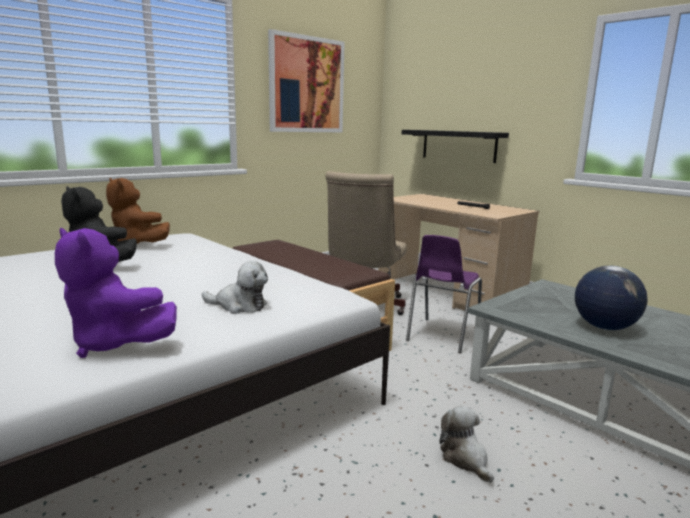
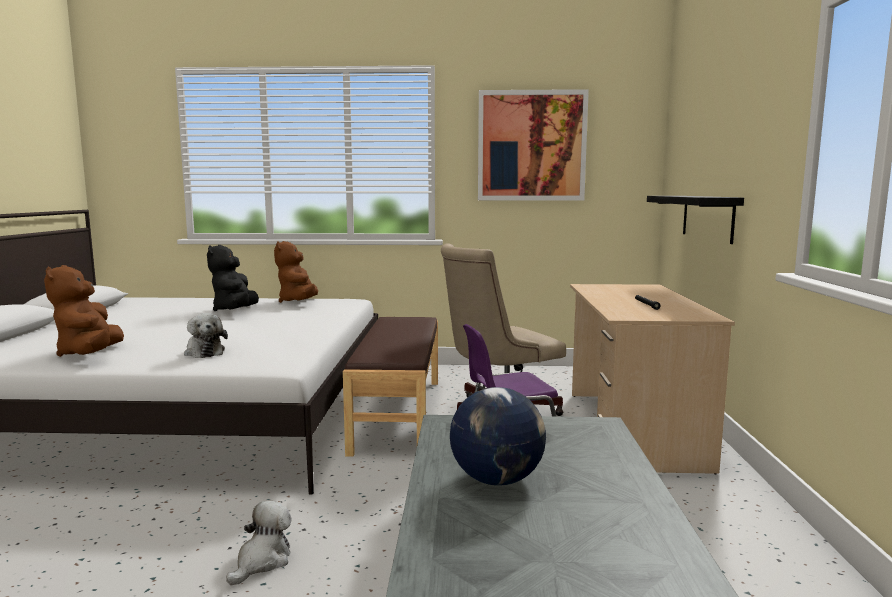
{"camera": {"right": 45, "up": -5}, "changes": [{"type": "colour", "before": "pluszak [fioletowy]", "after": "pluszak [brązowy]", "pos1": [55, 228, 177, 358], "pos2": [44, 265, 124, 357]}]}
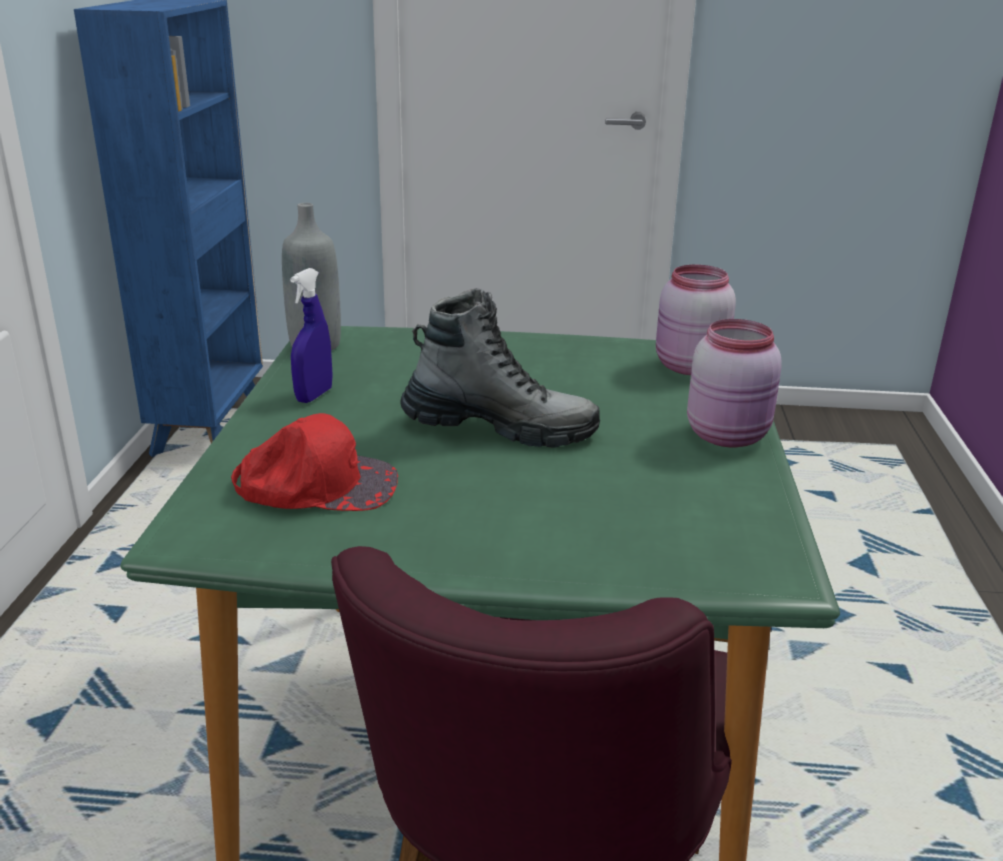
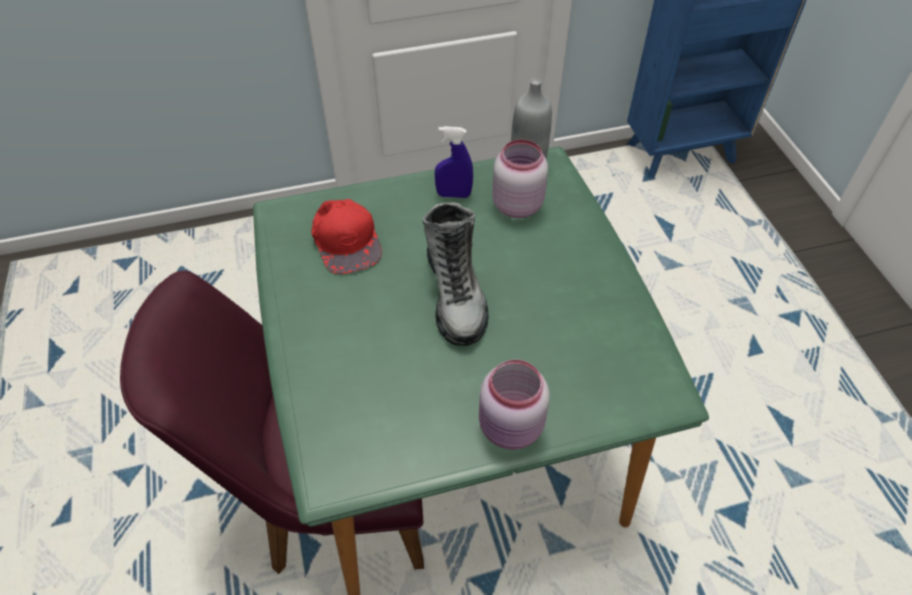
{"camera": {"right": 70, "up": 25}, "changes": [{"type": "relocated", "before": "słoik [różowy]", "pos1": [656, 265, 736, 375], "pos2": [492, 139, 548, 218]}]}
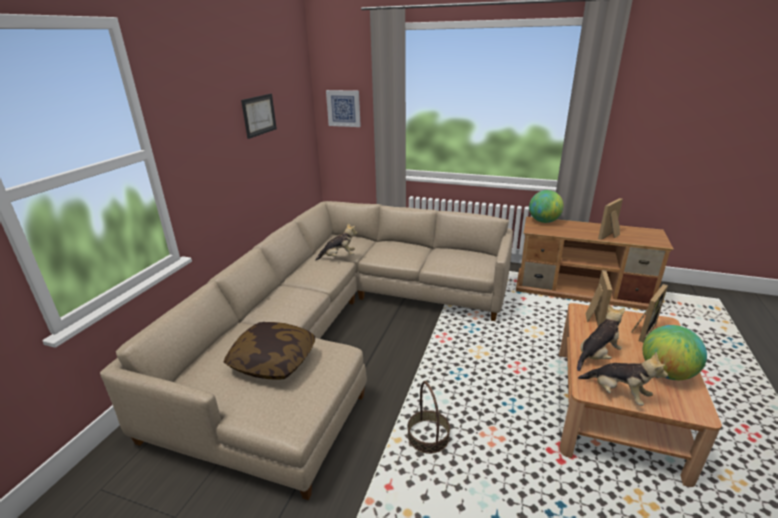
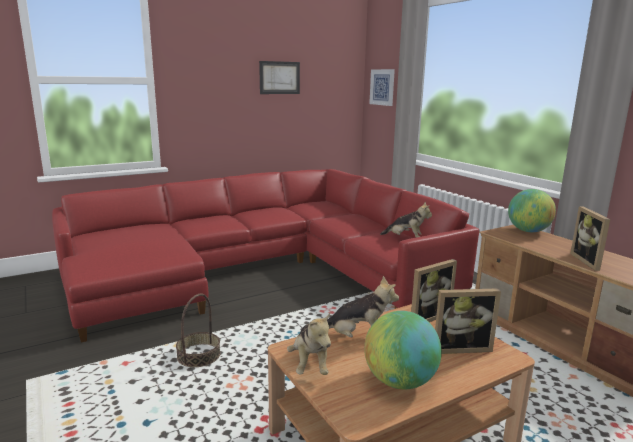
{"camera": {"right": 40, "up": -10}, "changes": [{"type": "missing", "before": "poduszka", "pos1": [224, 322, 315, 380]}, {"type": "relocated", "before": "pluszak", "pos1": [315, 223, 358, 261], "pos2": [380, 202, 432, 238]}, {"type": "colour", "before": "kanapa [beżowy]", "after": "kanapa [czerwony]", "pos1": [100, 201, 513, 500], "pos2": [52, 169, 480, 342]}, {"type": "spun", "before": "ramka na zdjęcie", "pos1": [598, 198, 623, 240], "pos2": [570, 206, 610, 271], "turn": -90}]}
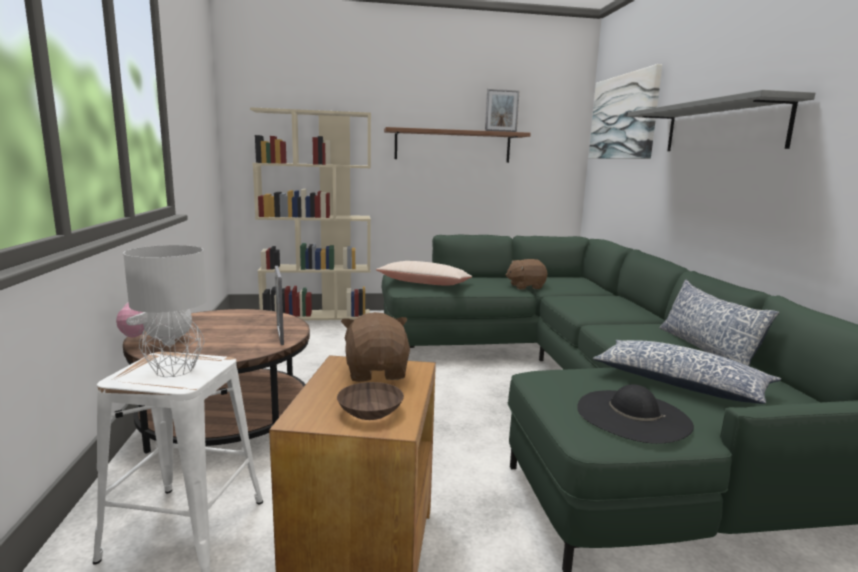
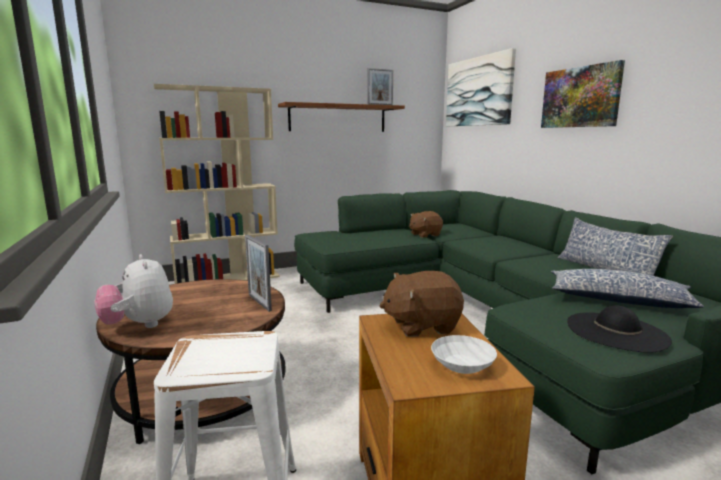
{"camera": {"right": -15, "up": 0}, "changes": [{"type": "missing", "before": "lampa stołowa [szary]", "pos1": [123, 245, 207, 377]}, {"type": "missing", "before": "poduszka [beżowy]", "pos1": [375, 261, 473, 285]}, {"type": "exchanged", "before": "półka [szary]", "after": "obraz", "pos1": [628, 90, 815, 151], "pos2": [541, 60, 625, 128]}, {"type": "colour", "before": "miska [brązowy]", "after": "miska [biały]", "pos1": [337, 382, 404, 420], "pos2": [431, 335, 497, 374]}, {"type": "spun", "before": "pluszak [brązowy]", "pos1": [341, 312, 410, 382], "pos2": [379, 271, 464, 337], "turn": -75}]}
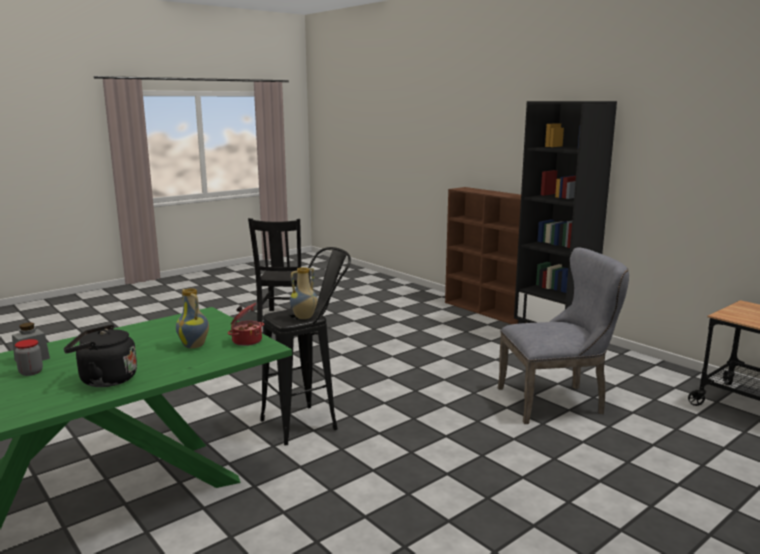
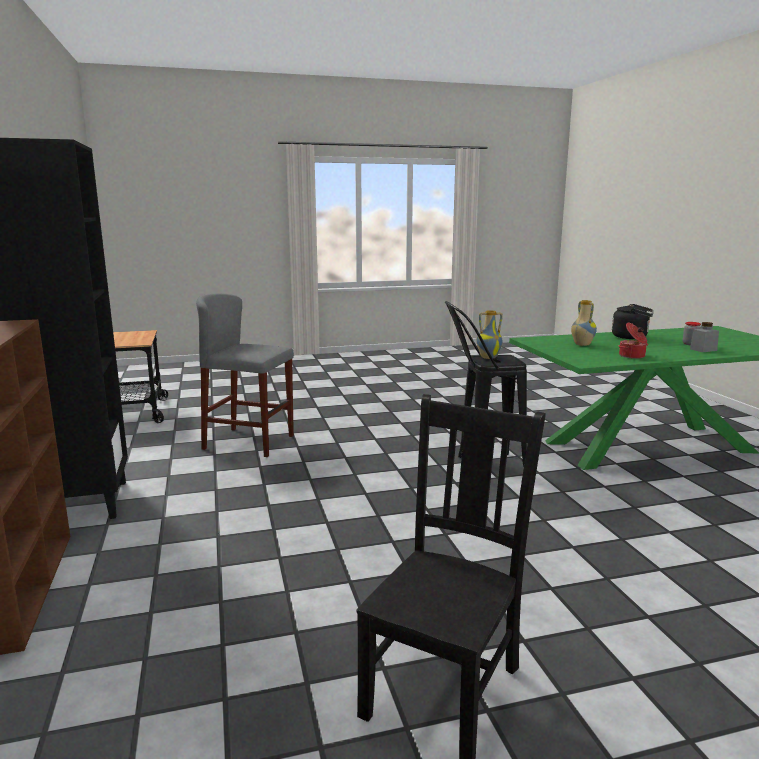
{"camera": {"right": -155, "up": 0}, "changes": [{"type": "relocated", "before": "garnek", "pos1": [228, 303, 264, 346], "pos2": [619, 322, 648, 359]}, {"type": "exchanged", "before": "krzesło [szary]", "after": "stołek [szary]", "pos1": [498, 247, 629, 424], "pos2": [196, 293, 294, 457]}]}
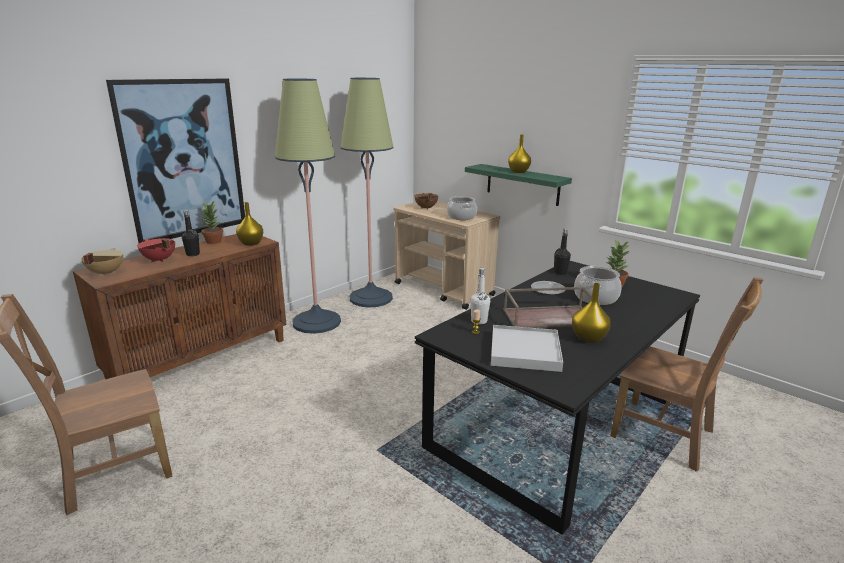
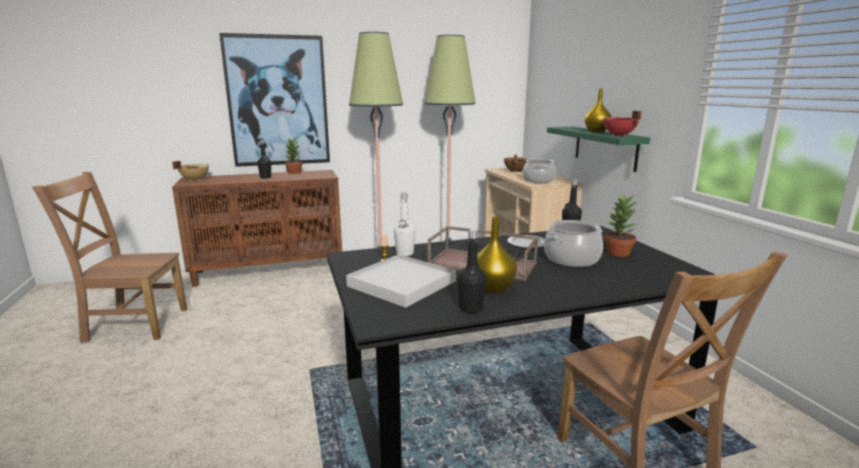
{"camera": {"right": 30, "up": -5}, "changes": [{"type": "missing", "before": "wazon [żółty]", "pos1": [236, 202, 263, 246]}, {"type": "appeared", "after": "butelka [czarny]", "pos2": [457, 229, 486, 313]}, {"type": "relocated", "before": "garnek [czerwony]", "pos1": [137, 238, 175, 262], "pos2": [604, 111, 642, 137]}]}
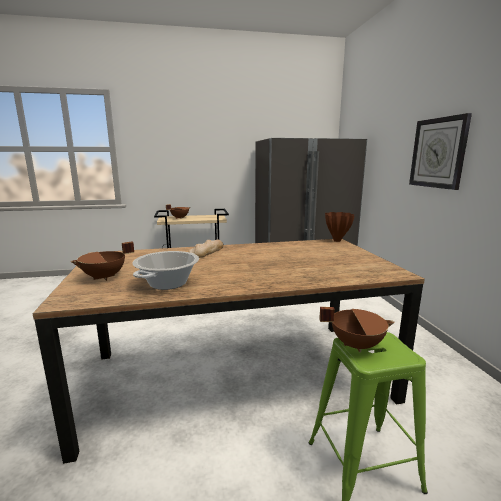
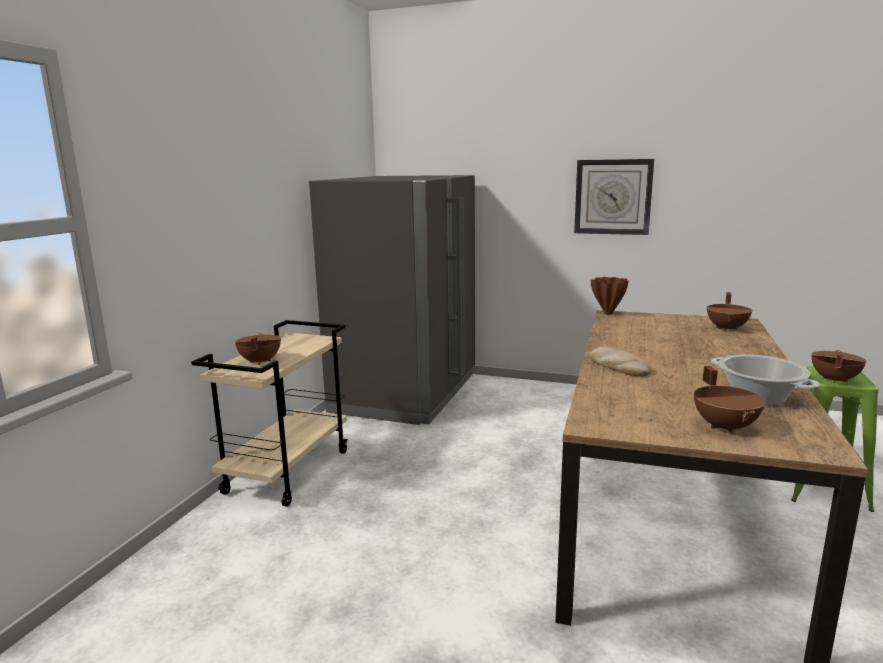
{"camera": {"right": -60, "up": 0}, "changes": [{"type": "appeared", "after": "garnek [brązowy]", "pos2": [707, 292, 753, 331]}]}
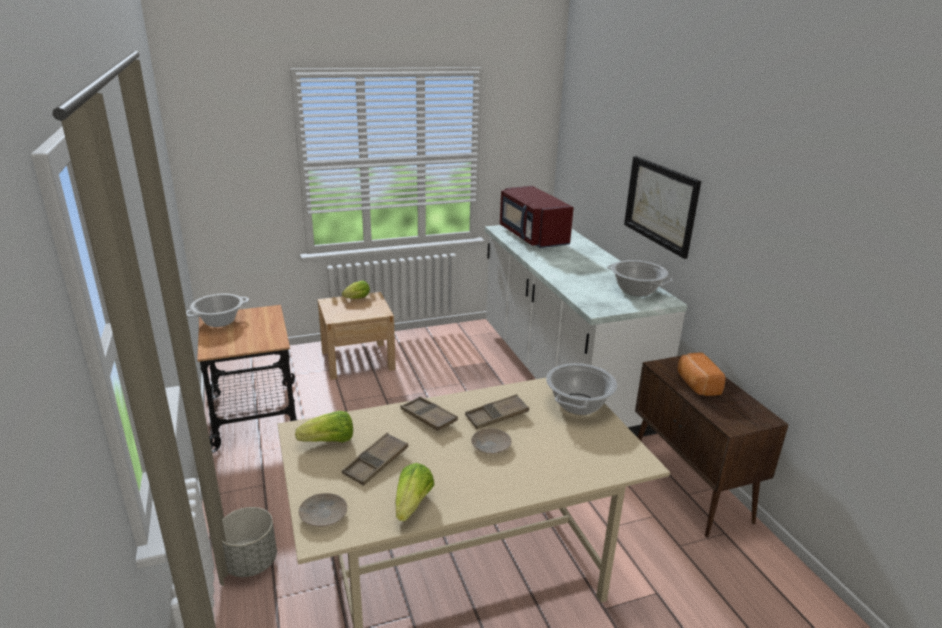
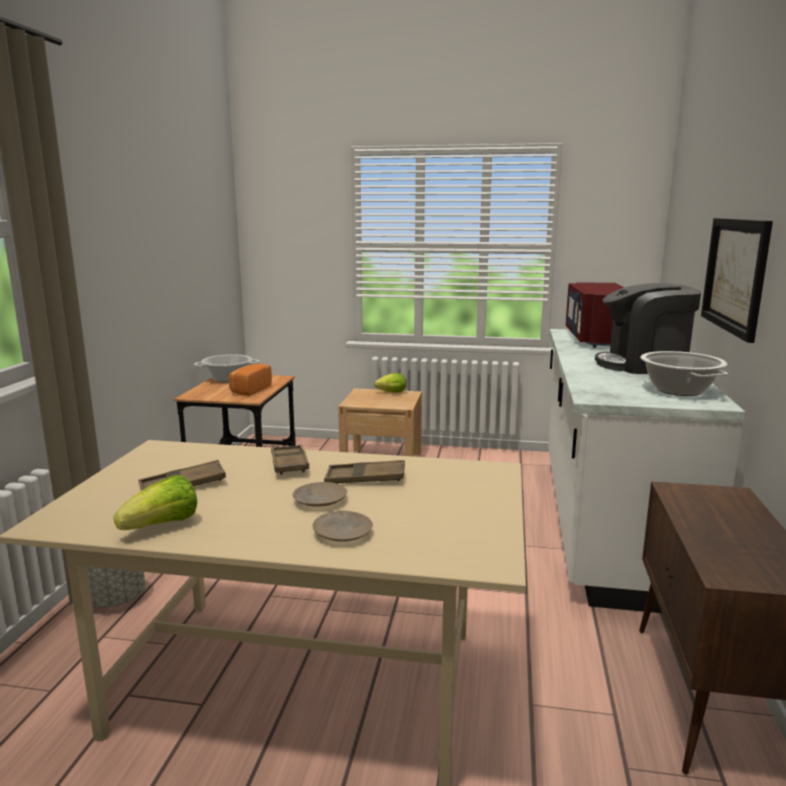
{"camera": {"right": 30, "up": -10}, "changes": [{"type": "missing", "before": "sałata", "pos1": [295, 411, 353, 442]}, {"type": "missing", "before": "garnek", "pos1": [546, 363, 617, 415]}, {"type": "appeared", "after": "ekspres do kawy", "pos2": [595, 283, 701, 374]}, {"type": "relocated", "before": "talerz [beżowy]", "pos1": [299, 493, 347, 527], "pos2": [313, 511, 373, 542]}, {"type": "relocated", "before": "chleb", "pos1": [678, 353, 726, 396], "pos2": [229, 364, 272, 396]}]}
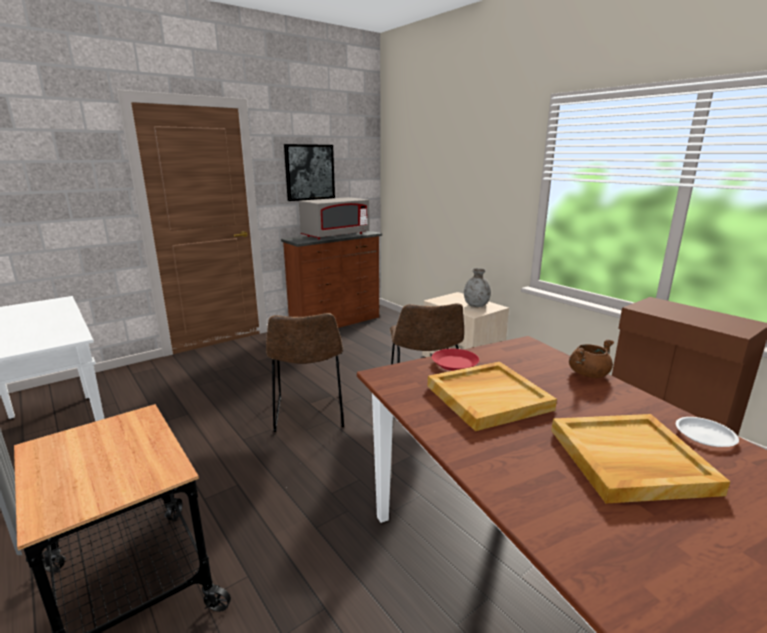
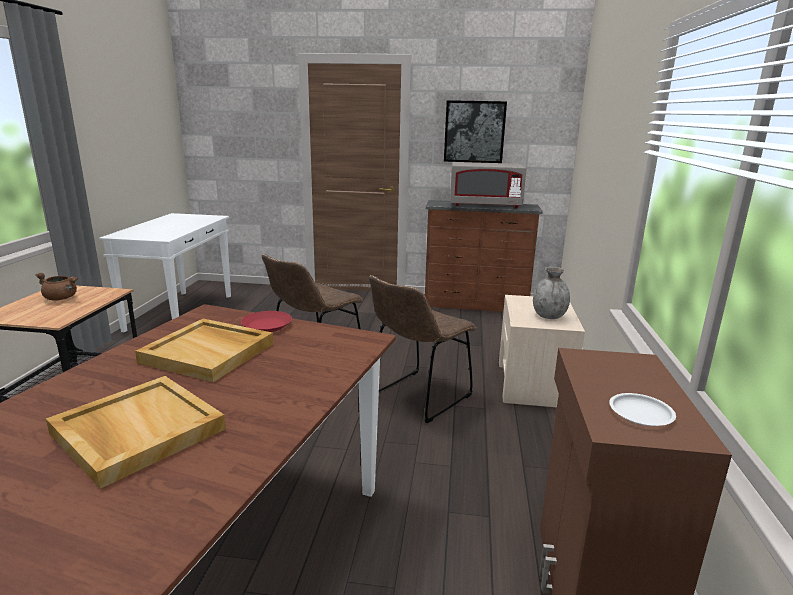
{"camera": {"right": 45, "up": 0}, "changes": [{"type": "relocated", "before": "garnek [brązowy]", "pos1": [569, 339, 614, 378], "pos2": [35, 273, 78, 301]}, {"type": "relocated", "before": "talerz [biały]", "pos1": [676, 417, 739, 447], "pos2": [609, 393, 676, 426]}]}
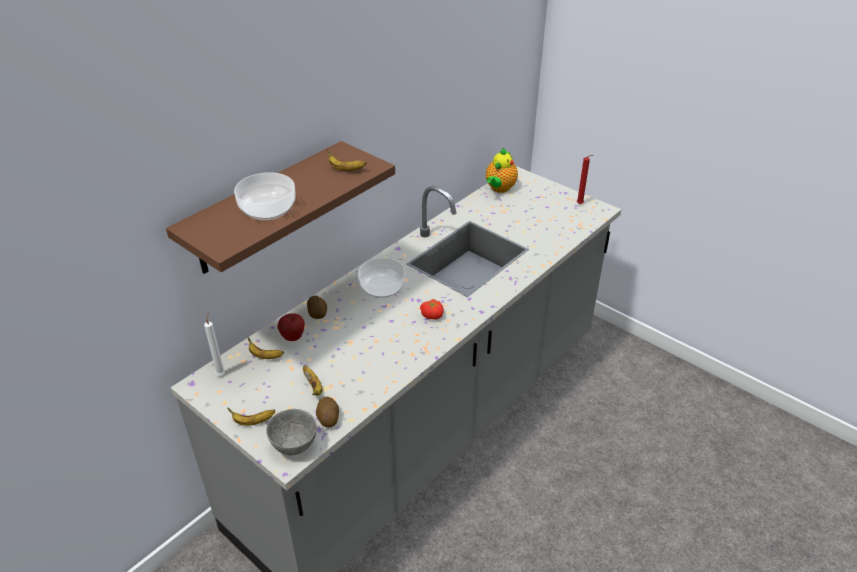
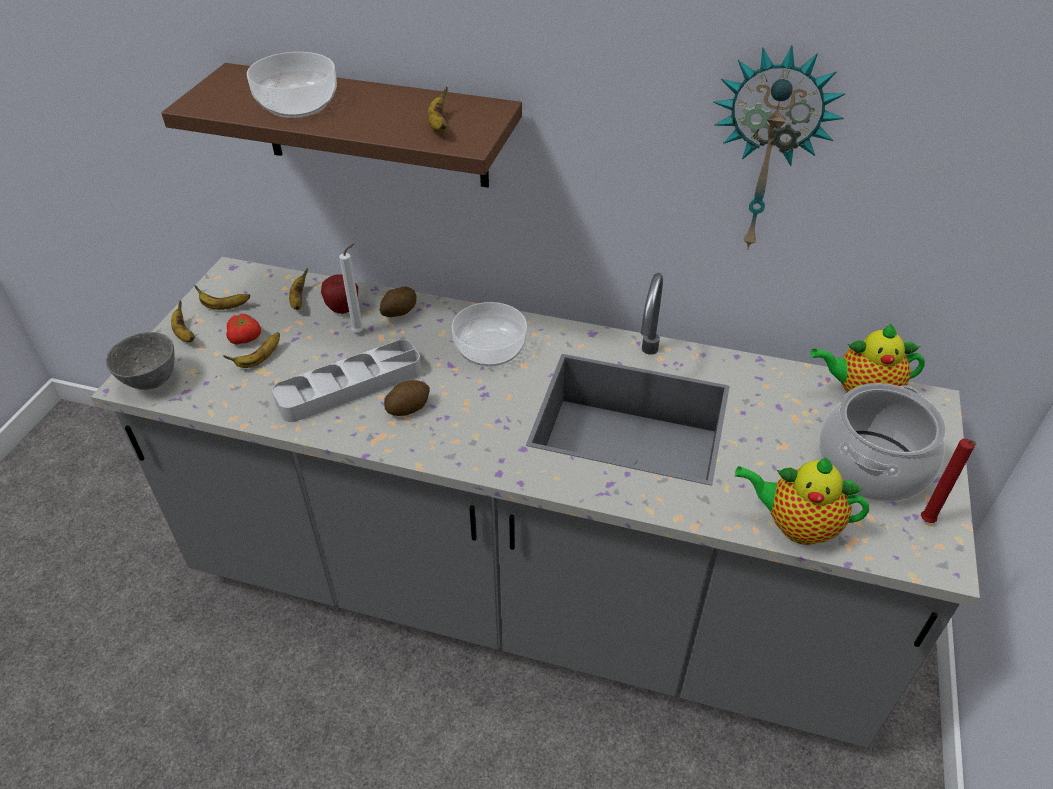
{"camera": {"right": 65, "up": 5}, "changes": [{"type": "appeared", "after": "banan", "pos2": [194, 285, 250, 310]}, {"type": "appeared", "after": "taca [szary]", "pos2": [272, 340, 421, 422]}, {"type": "appeared", "after": "zegar ścienny", "pos2": [713, 46, 846, 250]}, {"type": "appeared", "after": "imbryk", "pos2": [735, 456, 869, 545]}, {"type": "appeared", "after": "garnek", "pos2": [819, 383, 946, 502]}, {"type": "relocated", "before": "świeca [biały]", "pos1": [204, 312, 225, 376], "pos2": [339, 244, 364, 332]}, {"type": "relocated", "before": "ziemniak", "pos1": [316, 397, 339, 428], "pos2": [384, 380, 430, 416]}, {"type": "relocated", "before": "pomidor", "pos1": [420, 299, 444, 320], "pos2": [226, 313, 261, 344]}]}
